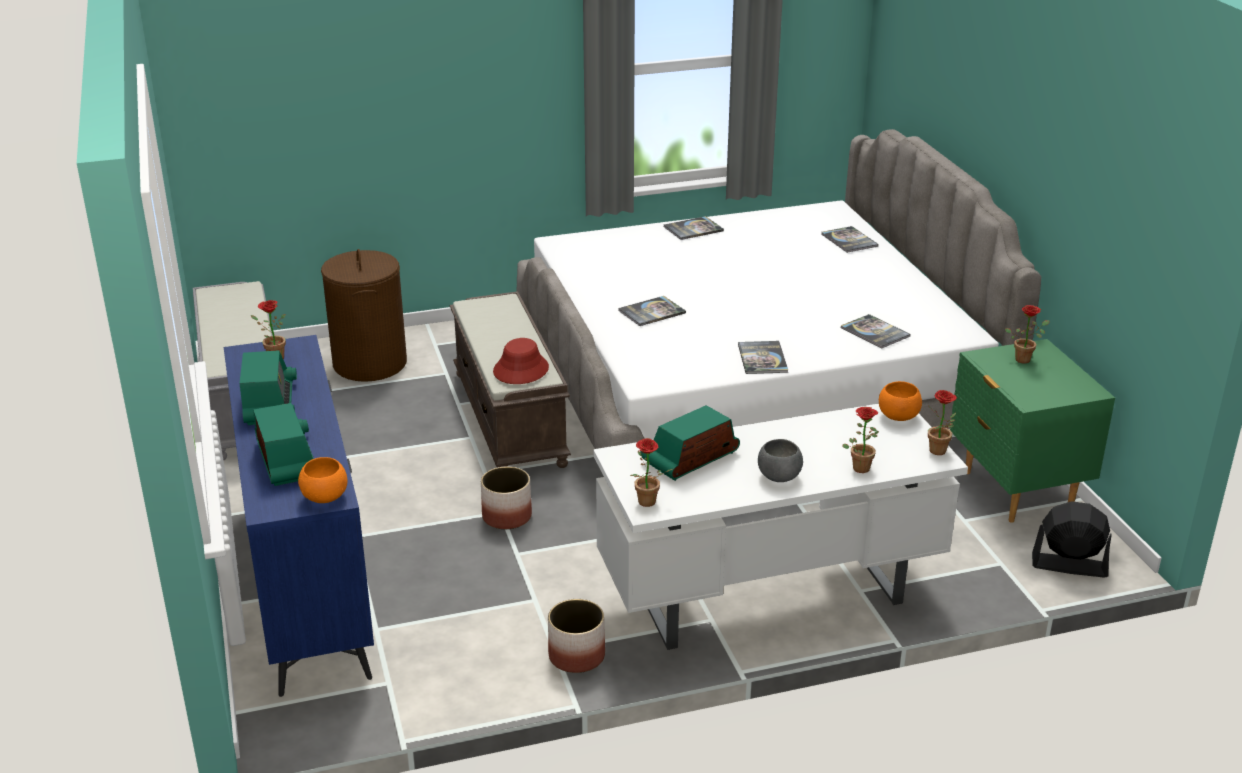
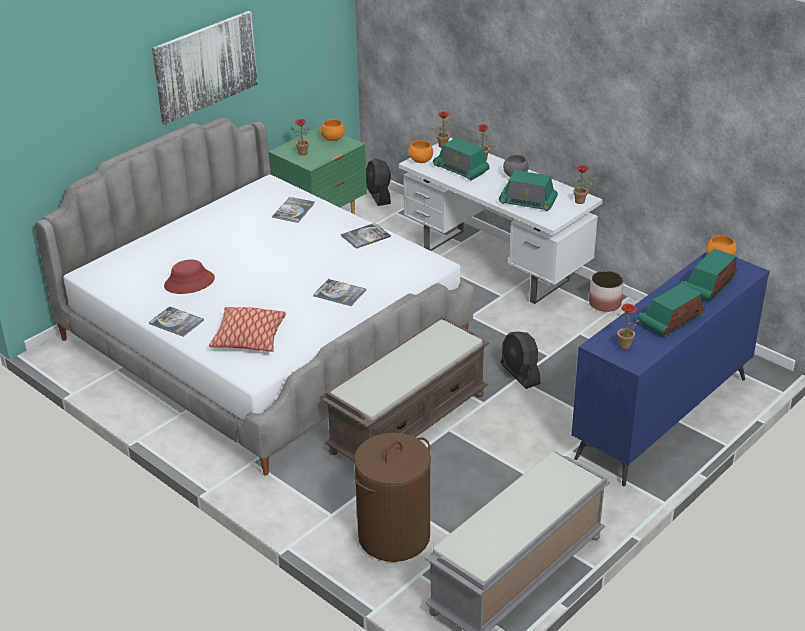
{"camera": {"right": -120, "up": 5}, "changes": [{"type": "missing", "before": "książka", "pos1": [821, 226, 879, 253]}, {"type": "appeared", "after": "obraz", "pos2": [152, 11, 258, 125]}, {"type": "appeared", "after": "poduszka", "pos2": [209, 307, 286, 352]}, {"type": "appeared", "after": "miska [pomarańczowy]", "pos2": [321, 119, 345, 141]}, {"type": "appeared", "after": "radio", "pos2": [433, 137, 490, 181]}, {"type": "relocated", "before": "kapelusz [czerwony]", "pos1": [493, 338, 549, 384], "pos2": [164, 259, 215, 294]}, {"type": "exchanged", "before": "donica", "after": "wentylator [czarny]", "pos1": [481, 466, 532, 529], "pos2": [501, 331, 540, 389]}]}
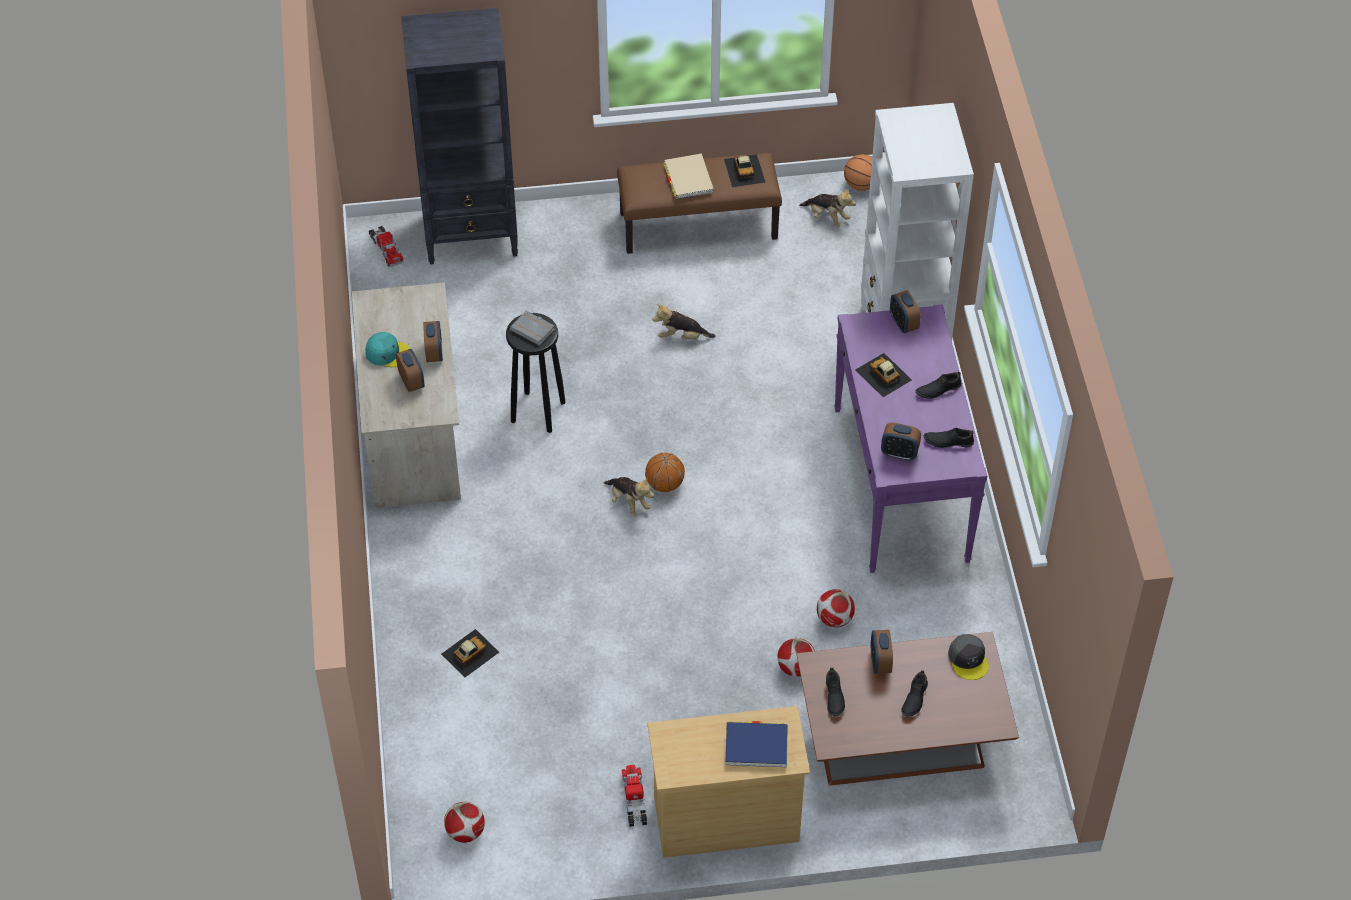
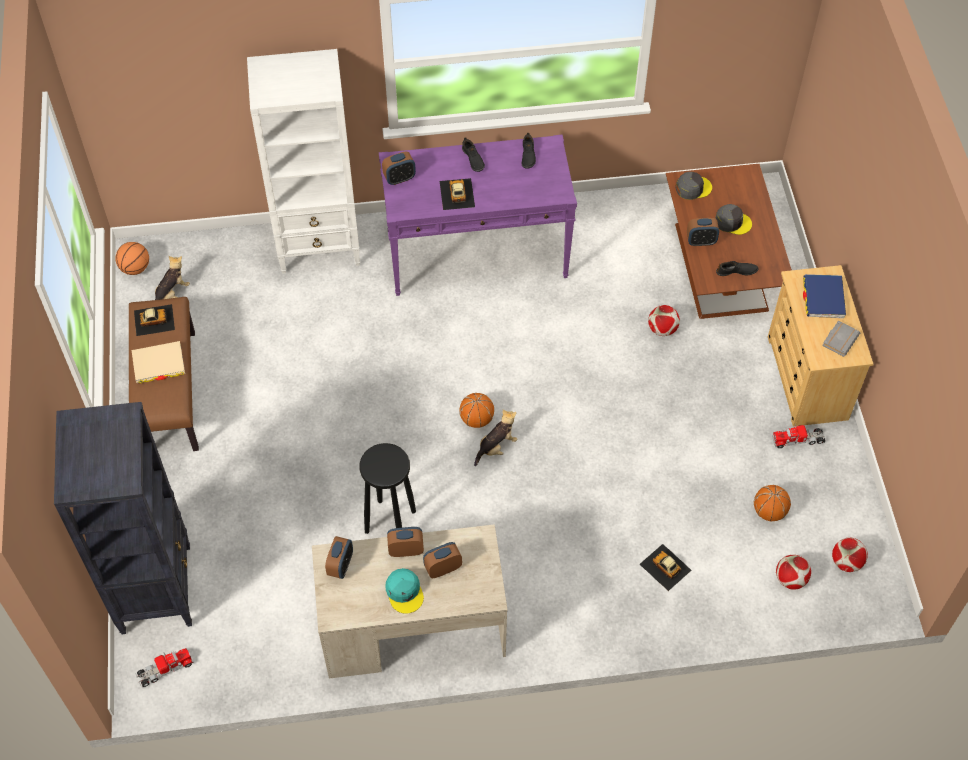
{"camera": {"right": -90, "up": 5}, "changes": [{"type": "missing", "before": "pluszak", "pos1": [653, 304, 716, 340]}, {"type": "appeared", "after": "piłka do koszykówki", "pos2": [754, 485, 791, 521]}, {"type": "relocated", "before": "książka [szary]", "pos1": [510, 311, 555, 346], "pos2": [822, 320, 860, 357]}, {"type": "relocated", "before": "piłka futbolowa", "pos1": [817, 589, 855, 628], "pos2": [776, 555, 811, 590]}, {"type": "relocated", "before": "budzik", "pos1": [881, 422, 921, 460], "pos2": [325, 536, 353, 579]}, {"type": "exchanged", "before": "but [czarny]", "after": "czapka z daszkiem [szary]", "pos1": [901, 670, 928, 717], "pos2": [715, 204, 752, 235]}, {"type": "spun", "before": "czapka z daszkiem [turkusowy]", "pos1": [366, 332, 410, 367], "pos2": [385, 568, 424, 614], "turn": 150}, {"type": "spun", "before": "samochodzik", "pos1": [856, 353, 912, 397], "pos2": [440, 178, 475, 210], "turn": 120}]}
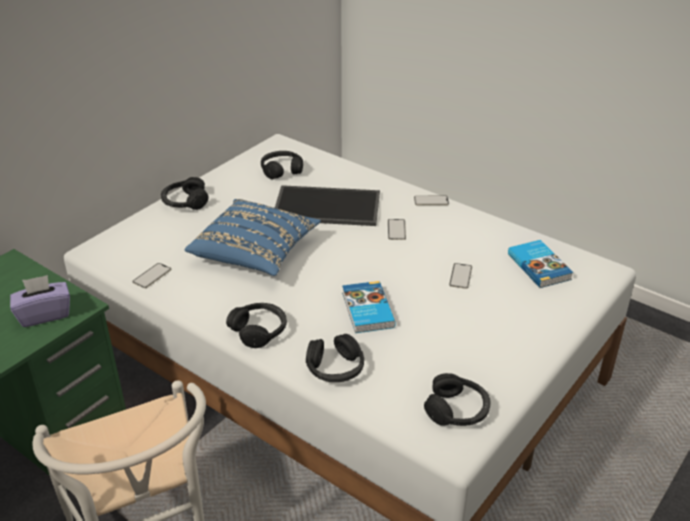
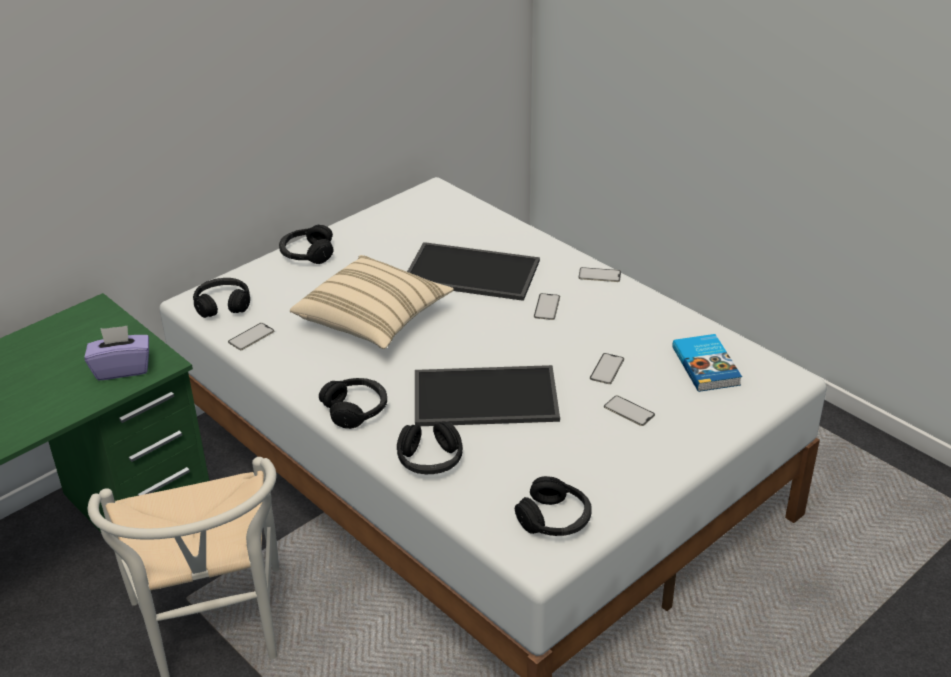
{"camera": {"right": 10, "up": 0}, "changes": [{"type": "appeared", "after": "telefon", "pos2": [604, 395, 655, 426]}, {"type": "relocated", "before": "słuchawki [czarny]", "pos1": [261, 151, 303, 179], "pos2": [193, 278, 250, 318]}, {"type": "exchanged", "before": "książka", "after": "taca", "pos1": [342, 281, 396, 333], "pos2": [415, 365, 560, 426]}, {"type": "colour", "before": "poduszka [niebieski]", "after": "poduszka [beżowy]", "pos1": [185, 199, 321, 276], "pos2": [290, 255, 454, 349]}]}
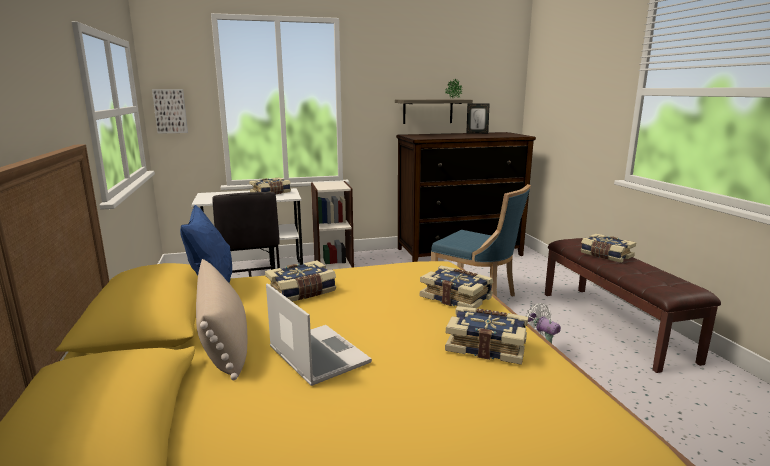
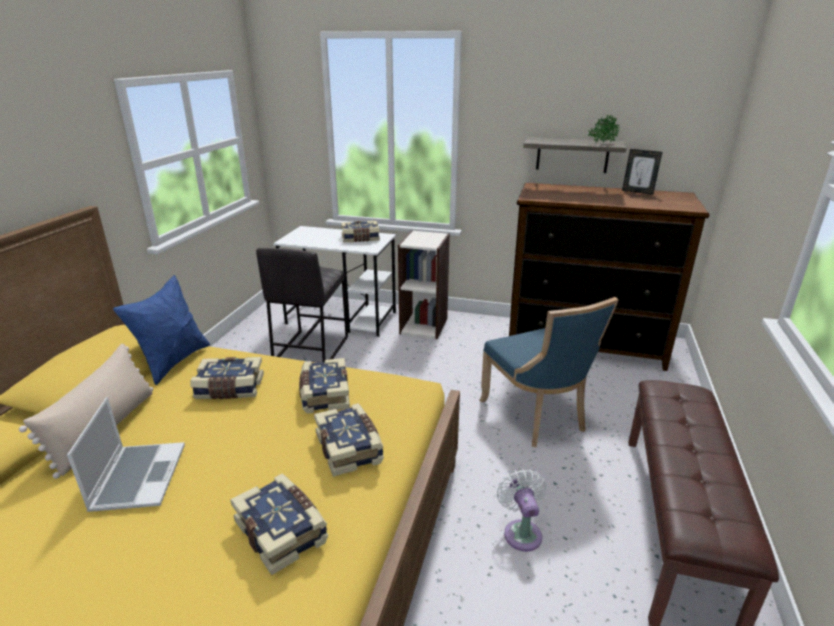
{"camera": {"right": 30, "up": 10}, "changes": [{"type": "missing", "before": "obraz", "pos1": [152, 89, 188, 134]}, {"type": "relocated", "before": "książka", "pos1": [580, 234, 636, 263], "pos2": [299, 358, 350, 414]}]}
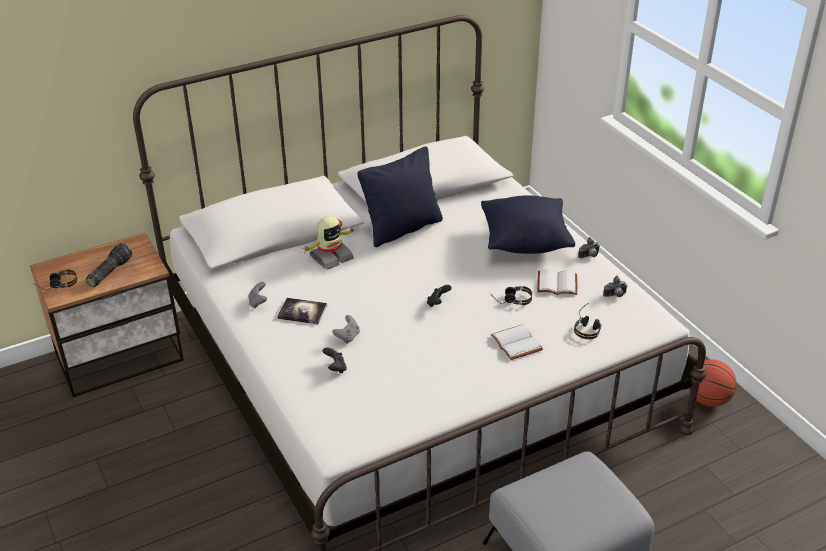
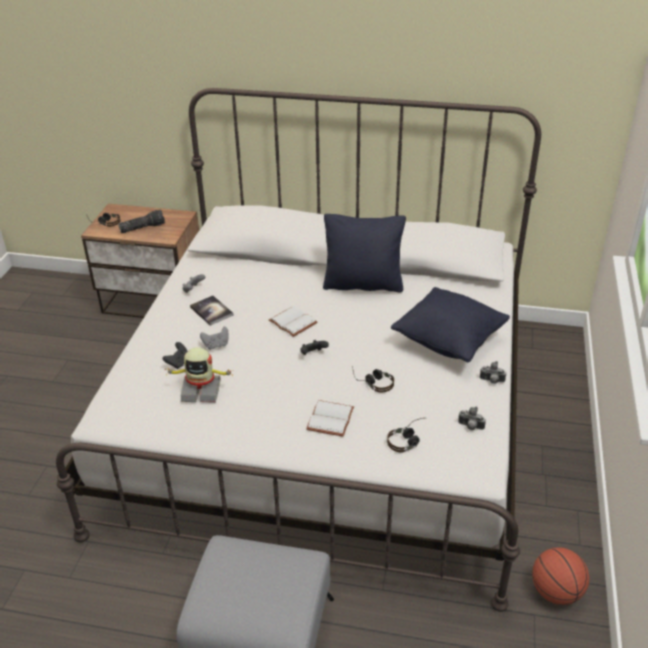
{"camera": {"right": 40, "up": 0}, "changes": [{"type": "relocated", "before": "robot zabawkowy", "pos1": [303, 216, 356, 270], "pos2": [165, 347, 233, 403]}, {"type": "relocated", "before": "książka [biały]", "pos1": [537, 269, 577, 295], "pos2": [269, 306, 318, 337]}]}
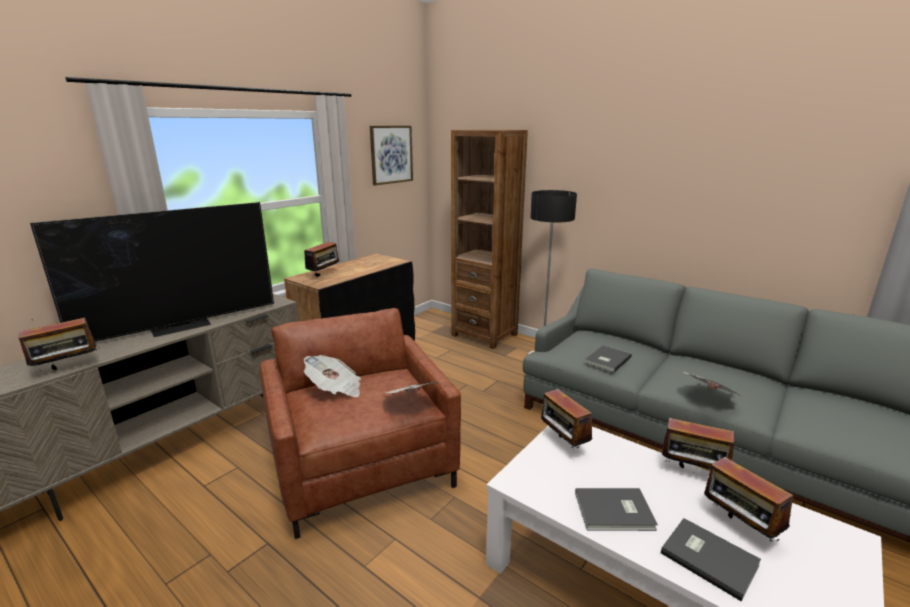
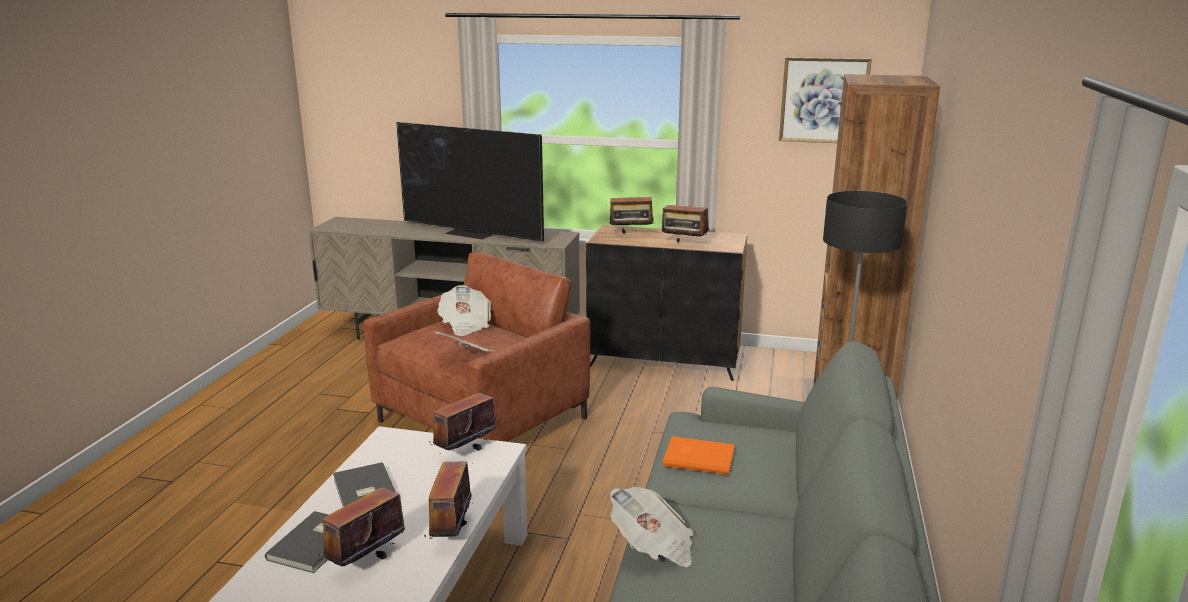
{"camera": {"right": 65, "up": 0}, "changes": [{"type": "relocated", "before": "radio", "pos1": [15, 318, 100, 372], "pos2": [661, 197, 709, 243]}, {"type": "colour", "before": "książka [szary]", "after": "książka [pomarańczowy]", "pos1": [585, 345, 632, 372], "pos2": [663, 436, 734, 475]}]}
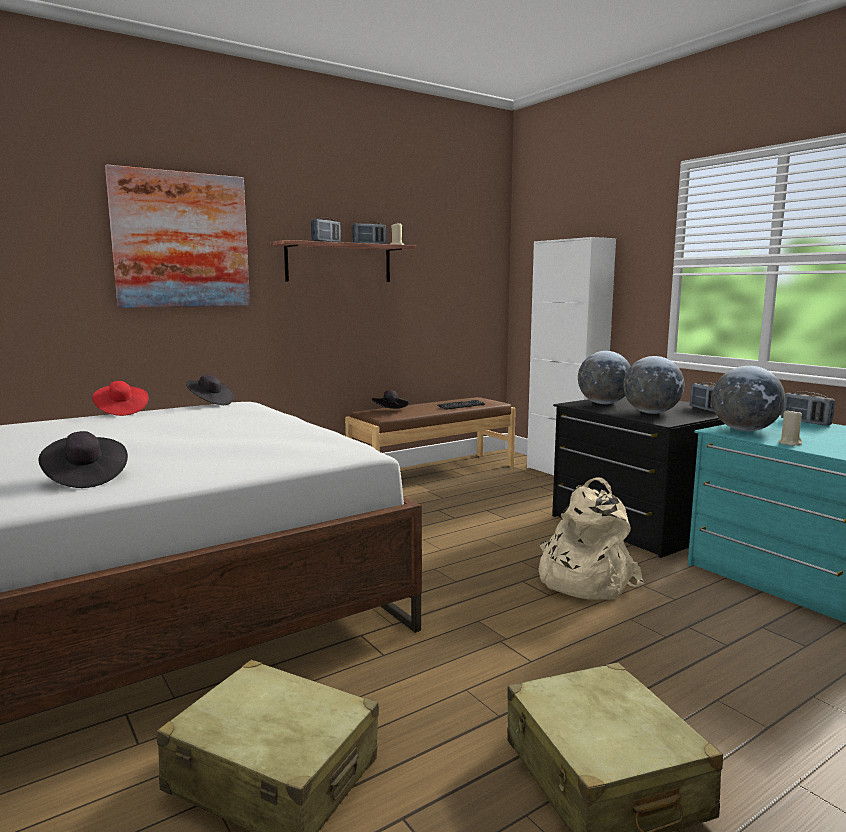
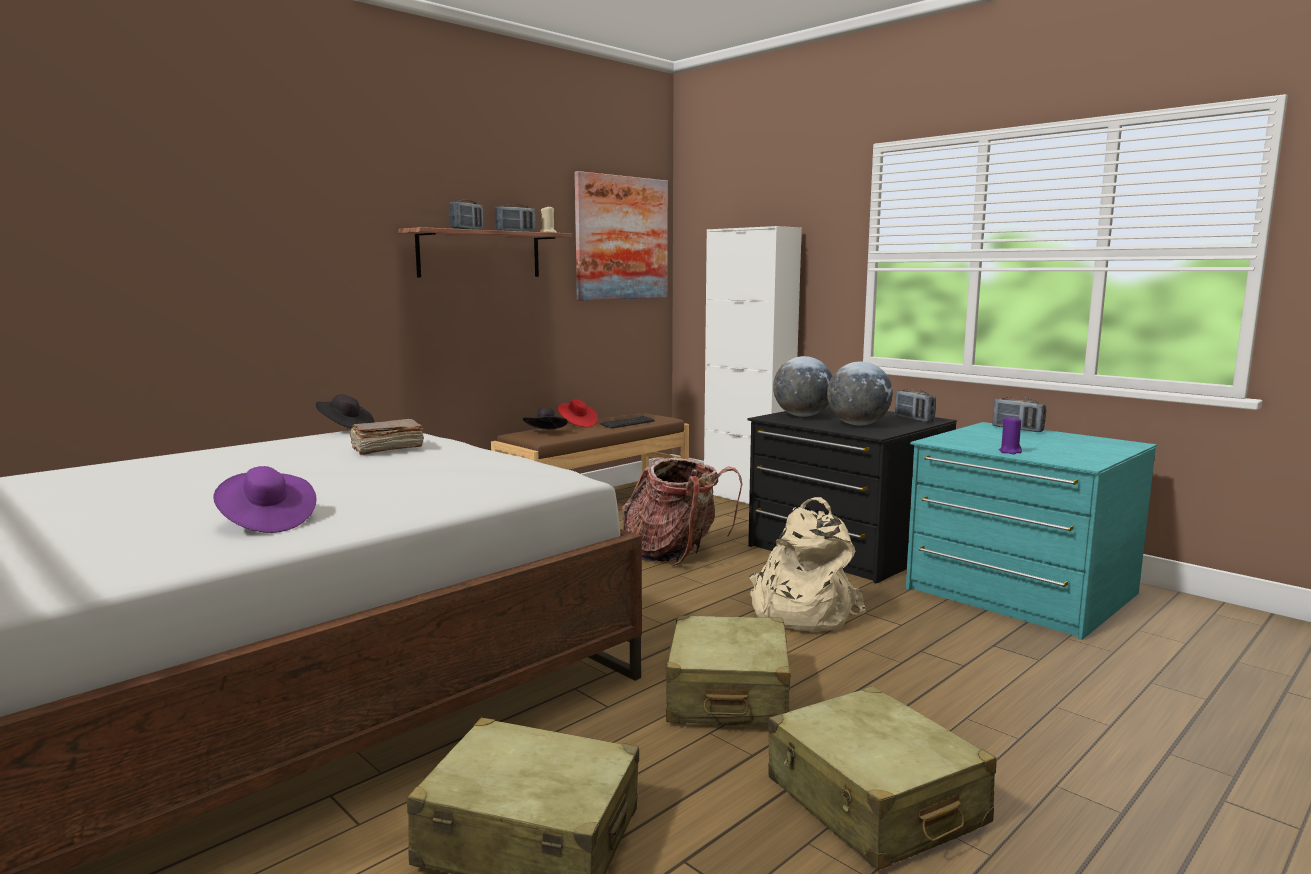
{"camera": {"right": -10, "up": 0}, "changes": [{"type": "missing", "before": "globus", "pos1": [712, 366, 785, 431]}, {"type": "appeared", "after": "książka [brązowy]", "pos2": [349, 419, 424, 455]}, {"type": "appeared", "after": "plecak", "pos2": [622, 457, 742, 566]}, {"type": "appeared", "after": "walizka [beżowy]", "pos2": [665, 615, 791, 727]}, {"type": "relocated", "before": "kapelusz [czerwony]", "pos1": [92, 381, 149, 416], "pos2": [558, 399, 598, 427]}, {"type": "relocated", "before": "obraz", "pos1": [105, 164, 250, 308], "pos2": [574, 171, 668, 301]}, {"type": "colour", "before": "kapelusz [czarny]", "after": "kapelusz [fioletowy]", "pos1": [38, 431, 128, 488], "pos2": [213, 466, 317, 533]}, {"type": "colour", "before": "świeca [beżowy]", "after": "świeca [fioletowy]", "pos1": [779, 409, 802, 446], "pos2": [999, 415, 1022, 454]}]}
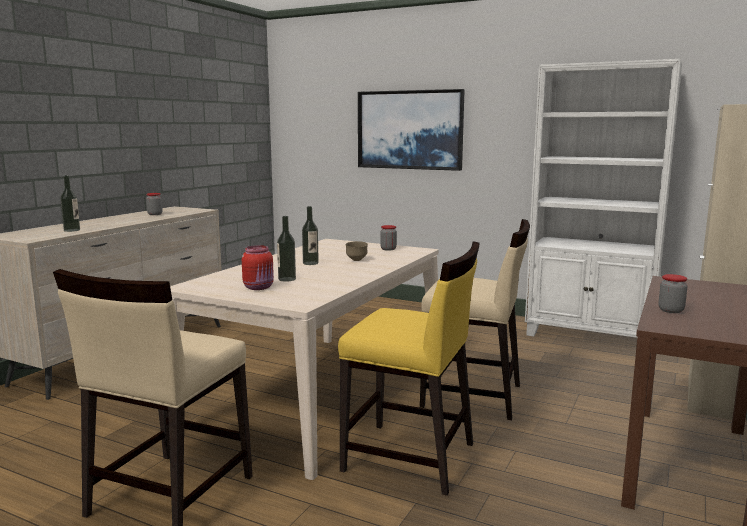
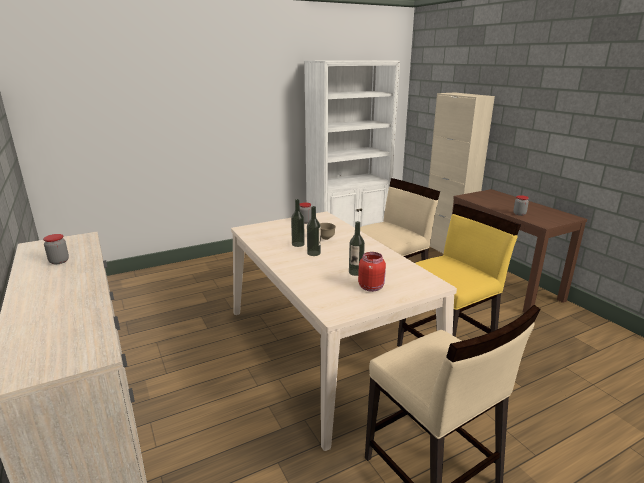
{"camera": {"right": -55, "up": 10}, "changes": [{"type": "missing", "before": "obraz", "pos1": [358, 89, 465, 171]}, {"type": "relocated", "before": "butelka", "pos1": [60, 176, 80, 232], "pos2": [291, 199, 305, 247]}]}
